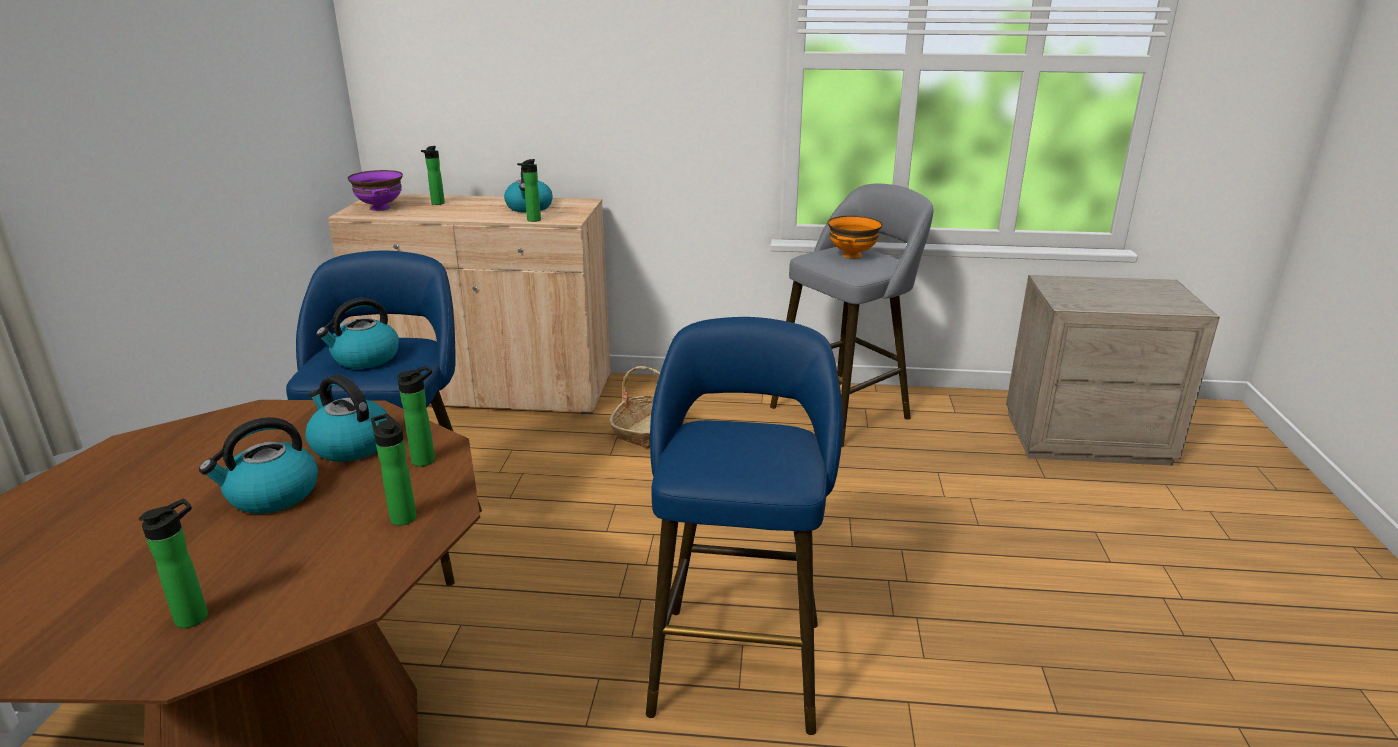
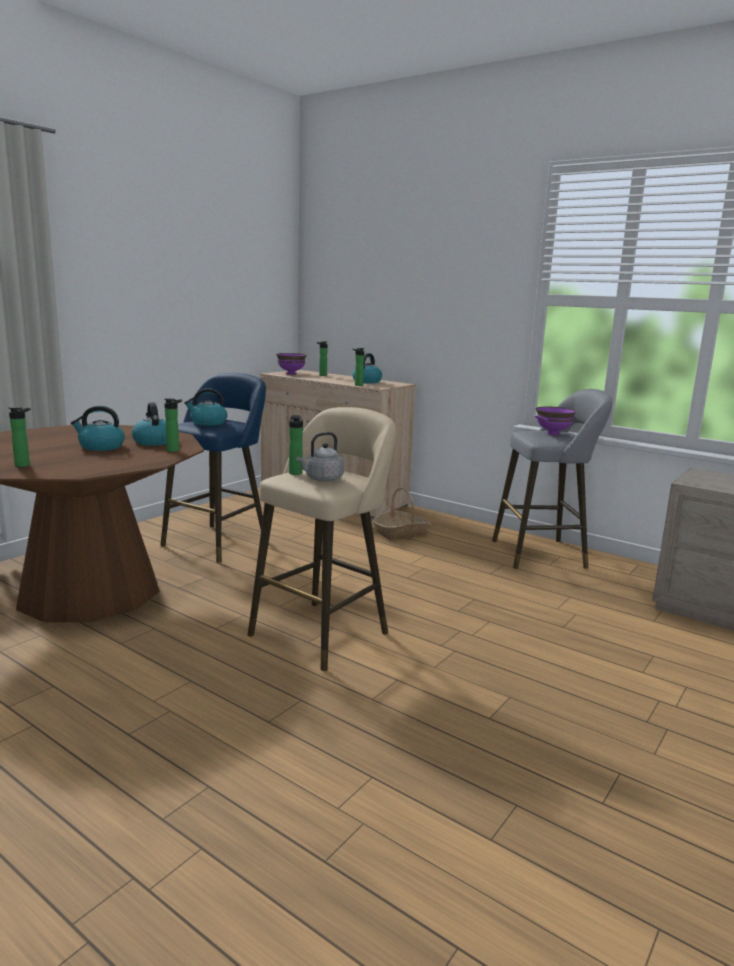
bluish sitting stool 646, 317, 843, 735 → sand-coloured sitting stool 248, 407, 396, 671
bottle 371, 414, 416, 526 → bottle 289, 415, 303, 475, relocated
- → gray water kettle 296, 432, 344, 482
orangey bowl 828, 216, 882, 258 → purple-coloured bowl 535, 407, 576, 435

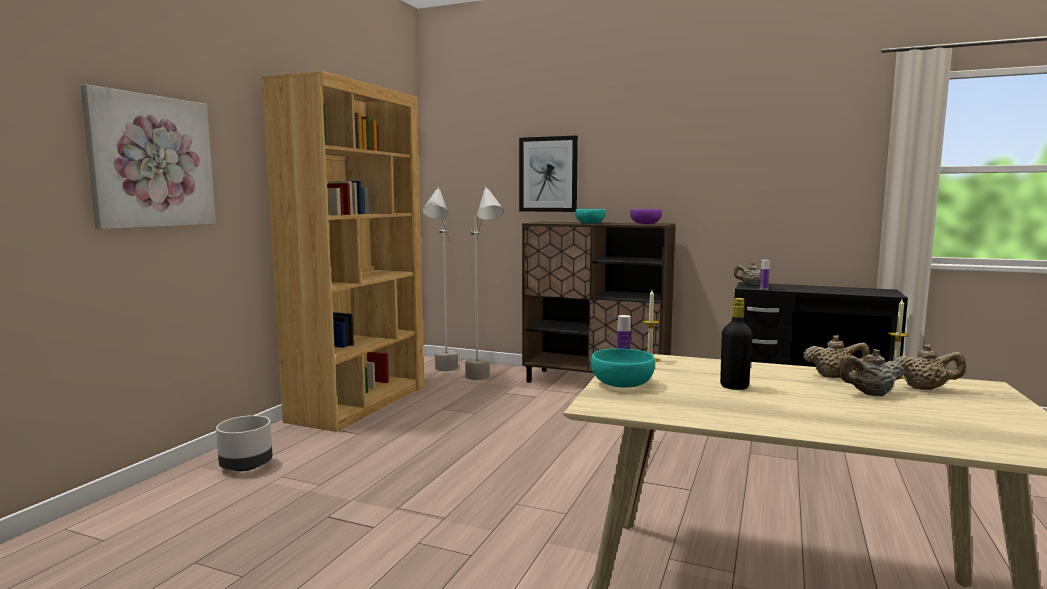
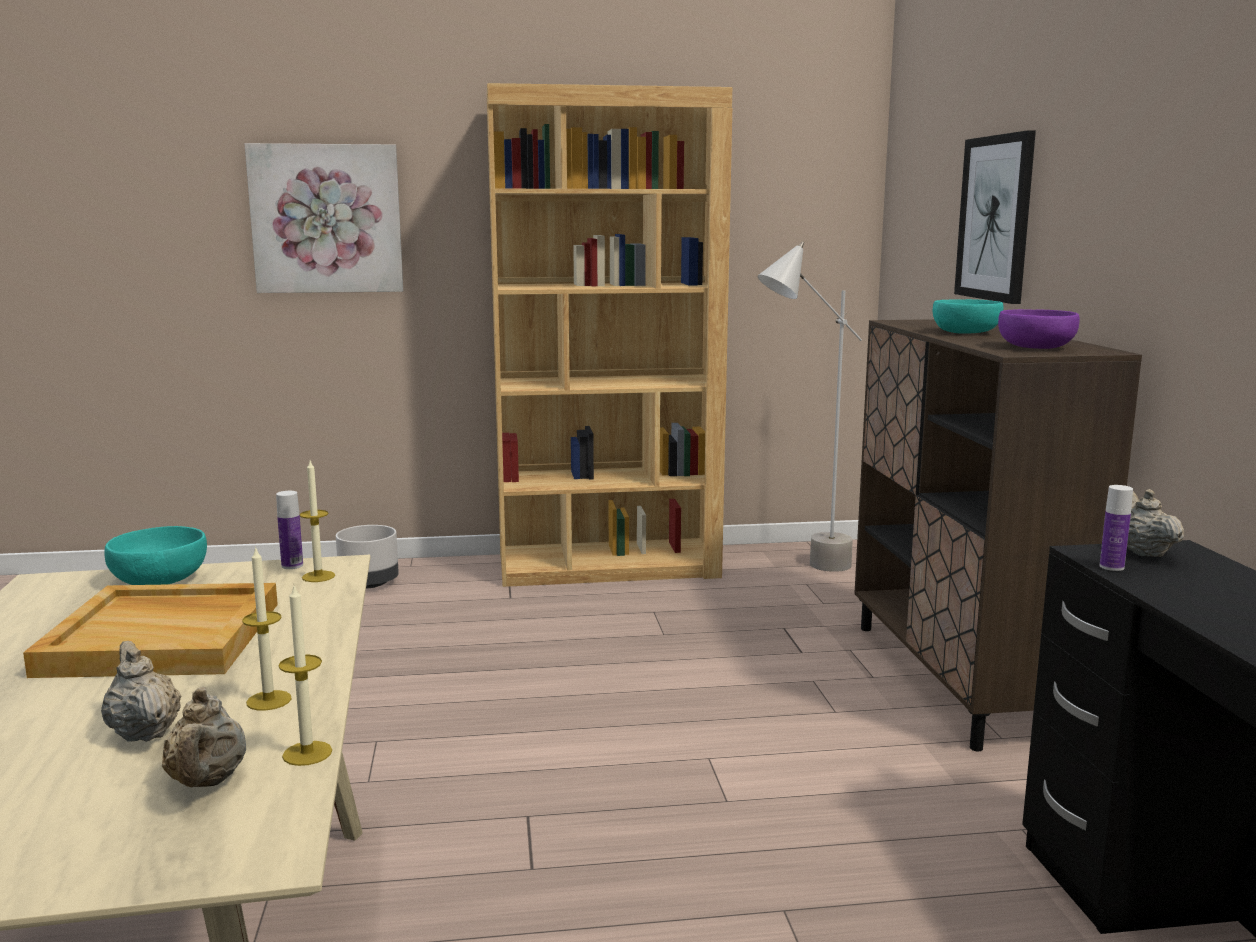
black-coloured bottle 720, 298, 753, 390 → sand-coloured carrying tray 23, 583, 278, 678
sand-coloured tea pot 803, 335, 871, 378 → candle 242, 546, 292, 711
gray standing lamp 465, 186, 504, 380 → -

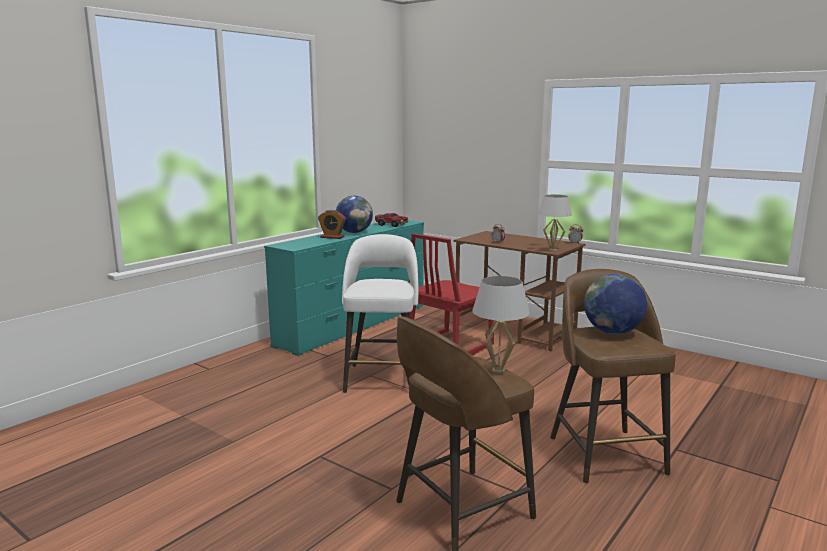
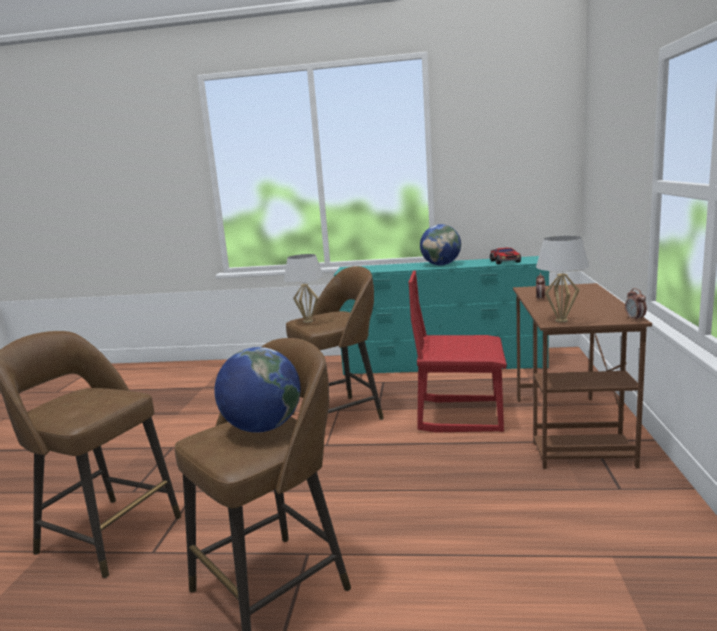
white table lamp 472, 276, 530, 373 → white table lamp 284, 254, 324, 323, relocated
white sitting stool 342, 234, 419, 393 → brownish sitting stool 286, 266, 384, 420
bedside clock 318, 210, 346, 239 → -

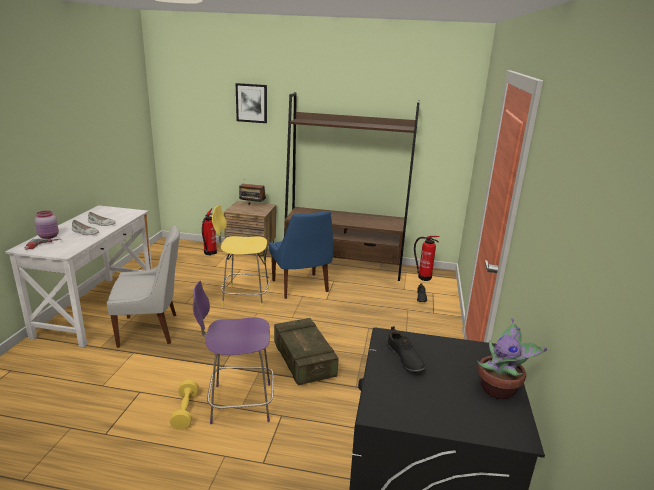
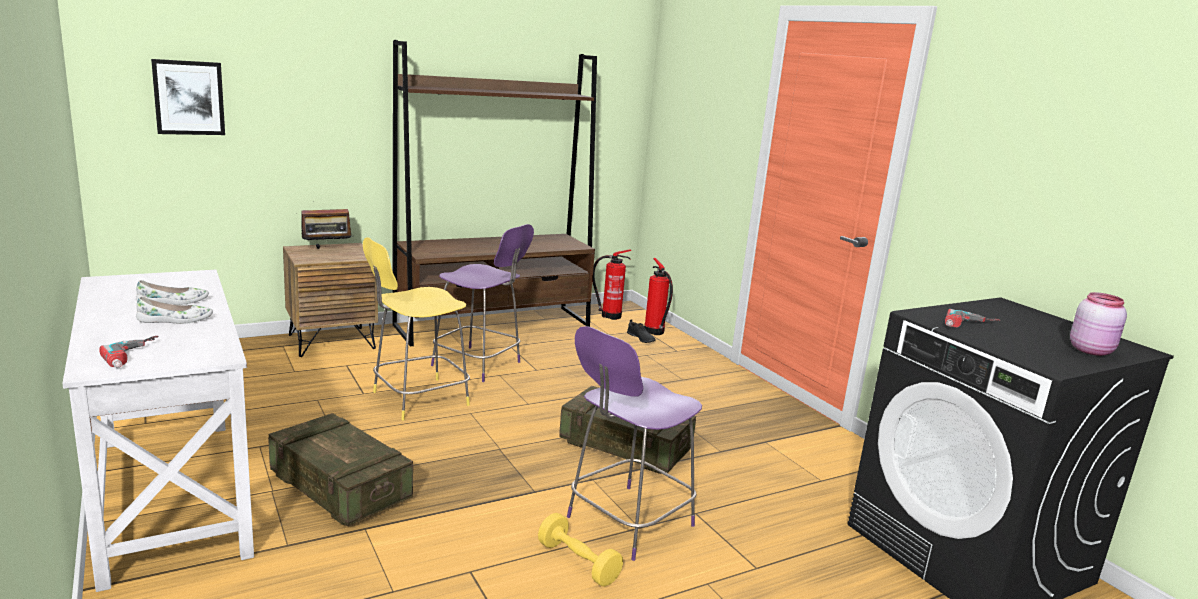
wall picture 236, 83, 267, 123 → wall picture 151, 59, 225, 135, relocated
white plain chair 107, 225, 180, 348 → crate 268, 413, 413, 526
bluish plain chair 269, 211, 333, 299 → purple-coloured sitting stool 431, 224, 534, 382
fire-fighting cylinder 202, 208, 217, 255 → fire-fighting cylinder 644, 258, 673, 335, relocated
black-coloured shoe 387, 326, 426, 373 → electric drill 945, 309, 1001, 327
pink-coloured storage jar 35, 210, 59, 239 → pink-coloured storage jar 1070, 292, 1127, 356, relocated
potted plant 477, 318, 547, 400 → -

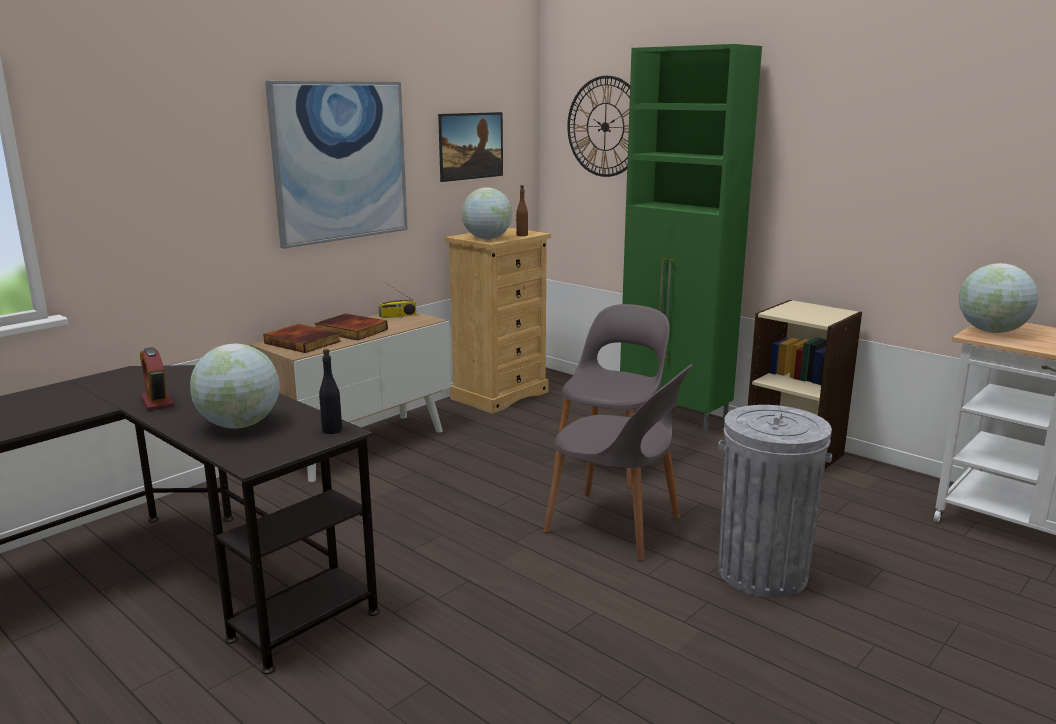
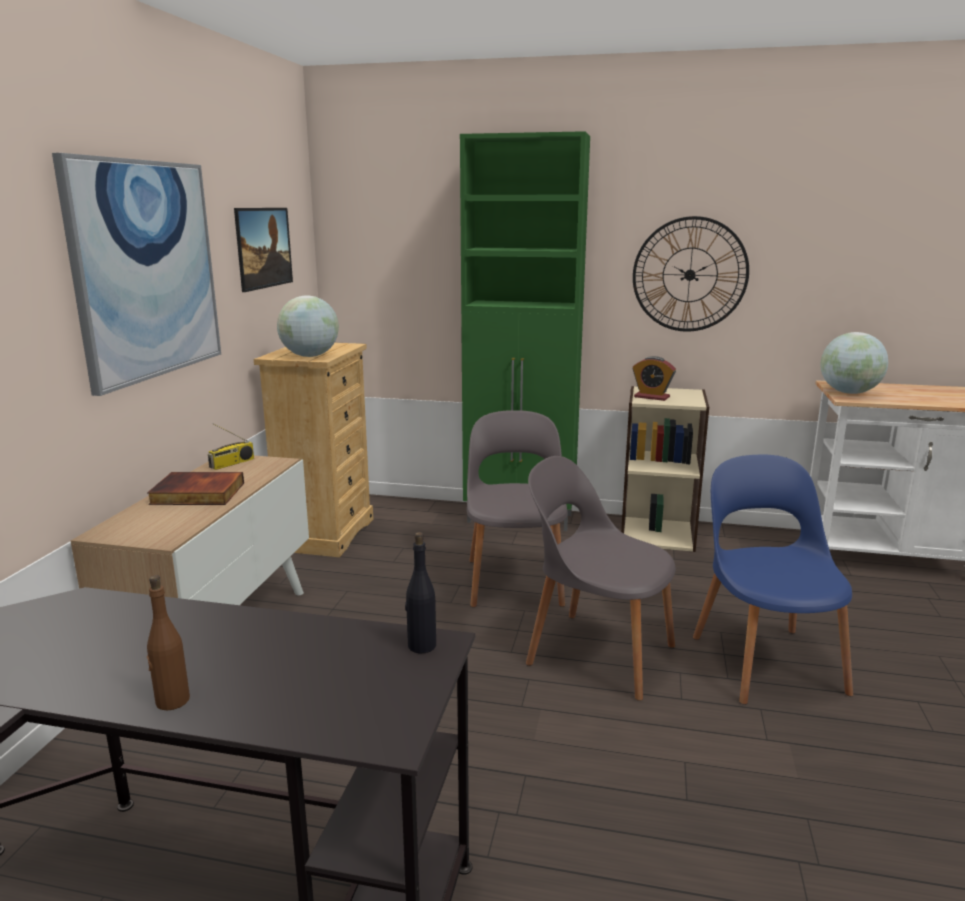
brownish bottle 516, 185, 528, 236 → brownish bottle 147, 575, 190, 711, relocated
gray plain chair 543, 364, 693, 561 → gray plain chair 526, 456, 676, 701, 150 degrees counterclockwise
bedside clock 140, 347, 174, 411 → bedside clock 632, 356, 676, 401, relocated
clock on the wall 567, 76, 630, 177 → clock on the wall 633, 216, 749, 332, relocated
gray waste bin 718, 405, 832, 598 → bluish plain chair 693, 455, 853, 705
world globe 190, 344, 280, 429 → -
bound book 263, 324, 341, 353 → -

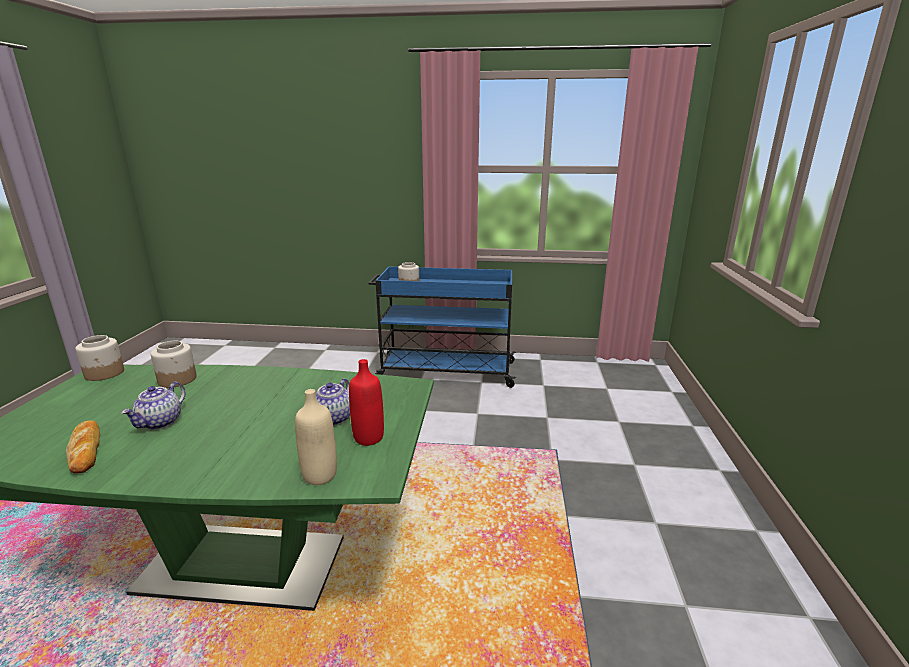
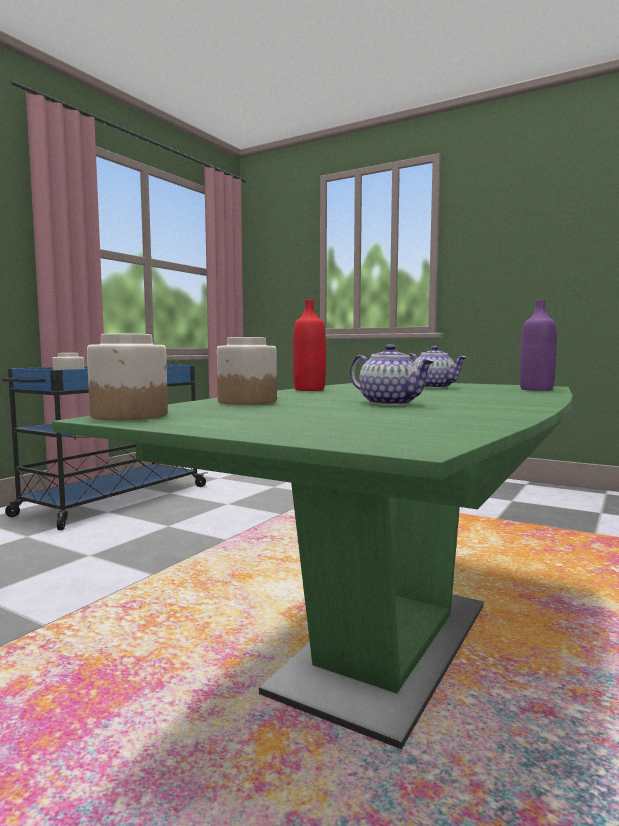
red bottle 349, 359, 384, 446 → red bottle 293, 299, 326, 391, relocated
sand-coloured bottle 295, 389, 337, 485 → purple-coloured bottle 520, 300, 557, 391
bakery bread 66, 420, 100, 474 → -

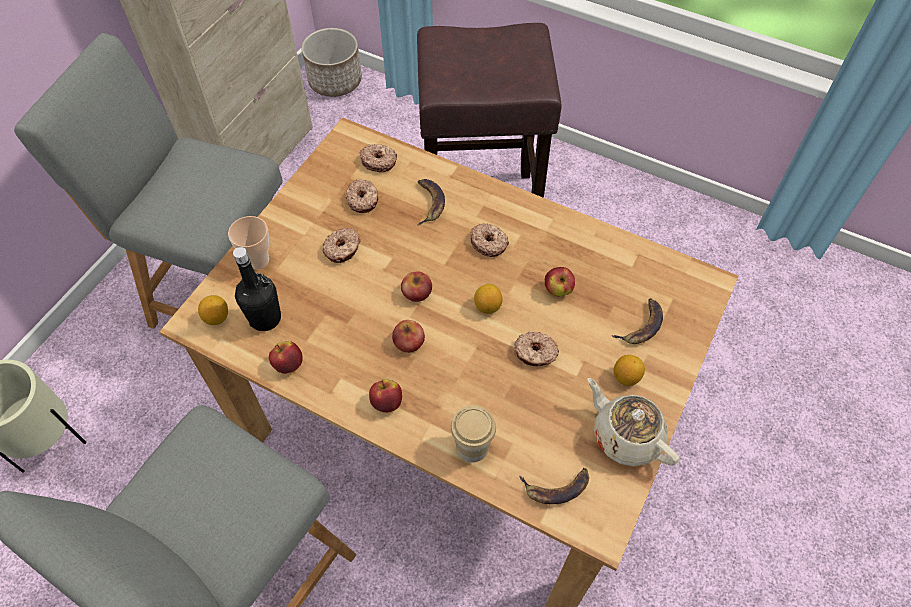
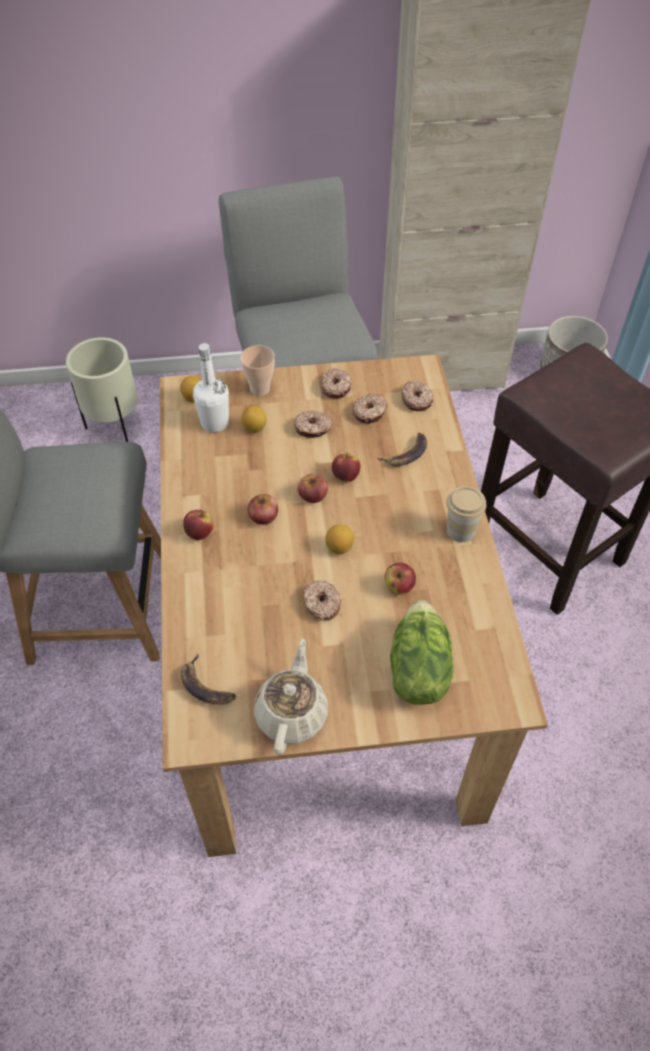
black-coloured bottle 233, 247, 281, 331 → white bottle 193, 343, 229, 432
citrus fruit 614, 355, 645, 386 → citrus fruit 241, 406, 266, 432, relocated
doughnut 470, 223, 509, 257 → doughnut 321, 368, 351, 399, relocated
whole apple 269, 341, 303, 374 → whole apple 332, 452, 361, 482, relocated
banana 612, 298, 663, 344 → head of lettuce 390, 600, 453, 705
small cup 451, 405, 496, 462 → small cup 446, 486, 486, 542, relocated

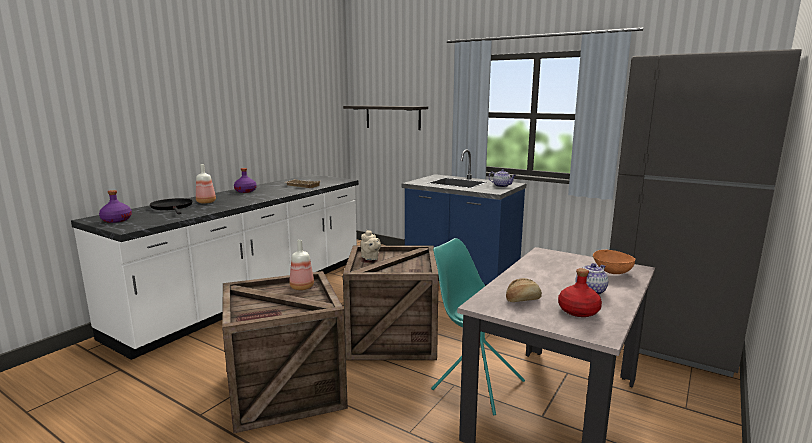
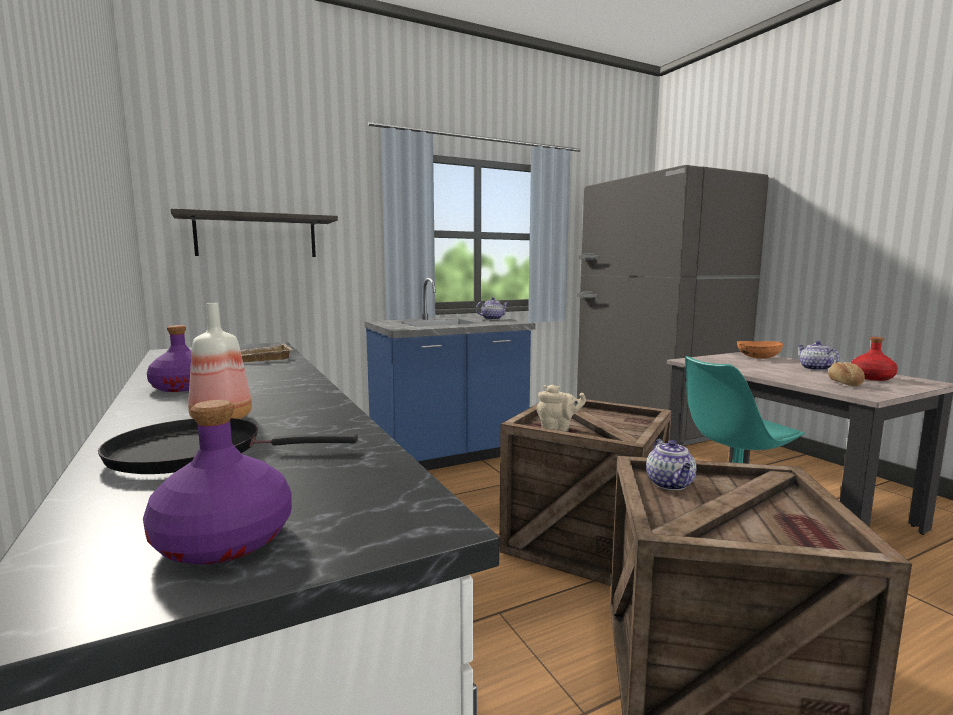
bottle 289, 240, 314, 290 → tea pot 646, 439, 696, 490

